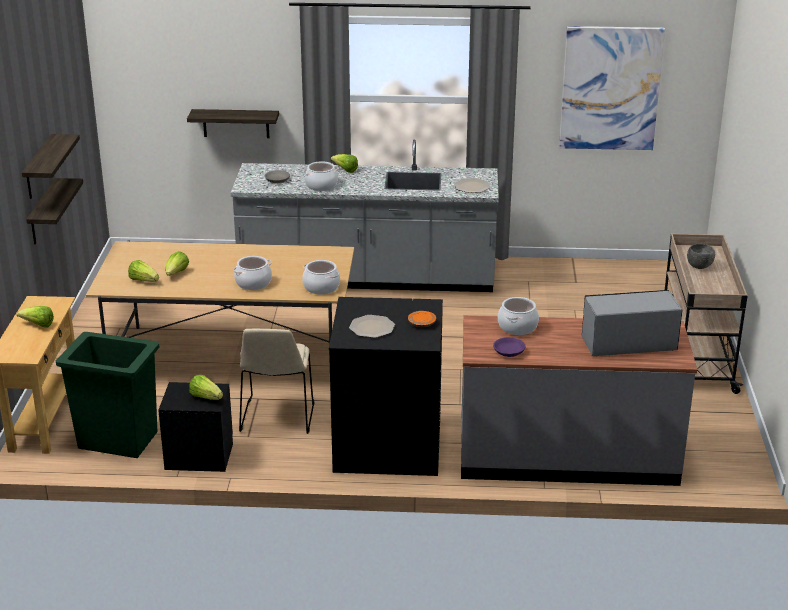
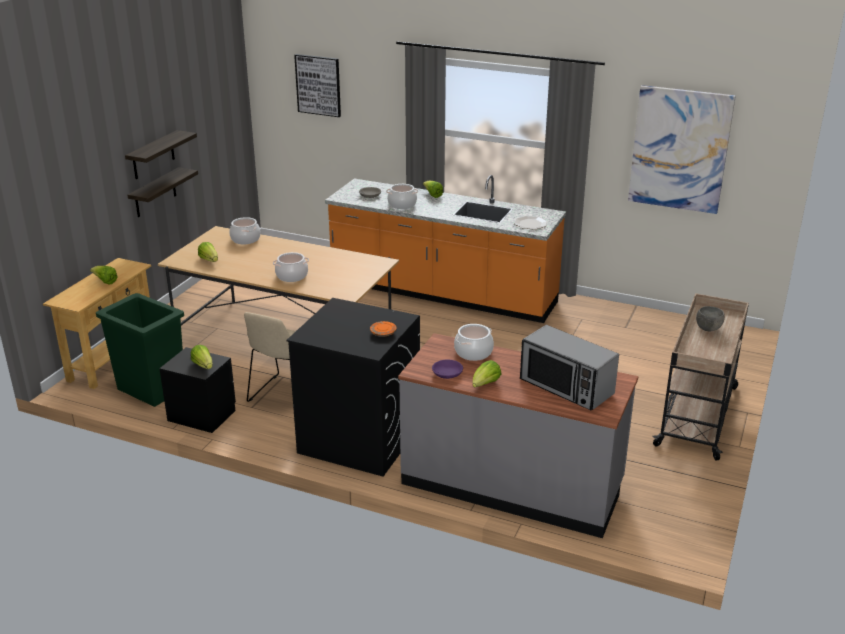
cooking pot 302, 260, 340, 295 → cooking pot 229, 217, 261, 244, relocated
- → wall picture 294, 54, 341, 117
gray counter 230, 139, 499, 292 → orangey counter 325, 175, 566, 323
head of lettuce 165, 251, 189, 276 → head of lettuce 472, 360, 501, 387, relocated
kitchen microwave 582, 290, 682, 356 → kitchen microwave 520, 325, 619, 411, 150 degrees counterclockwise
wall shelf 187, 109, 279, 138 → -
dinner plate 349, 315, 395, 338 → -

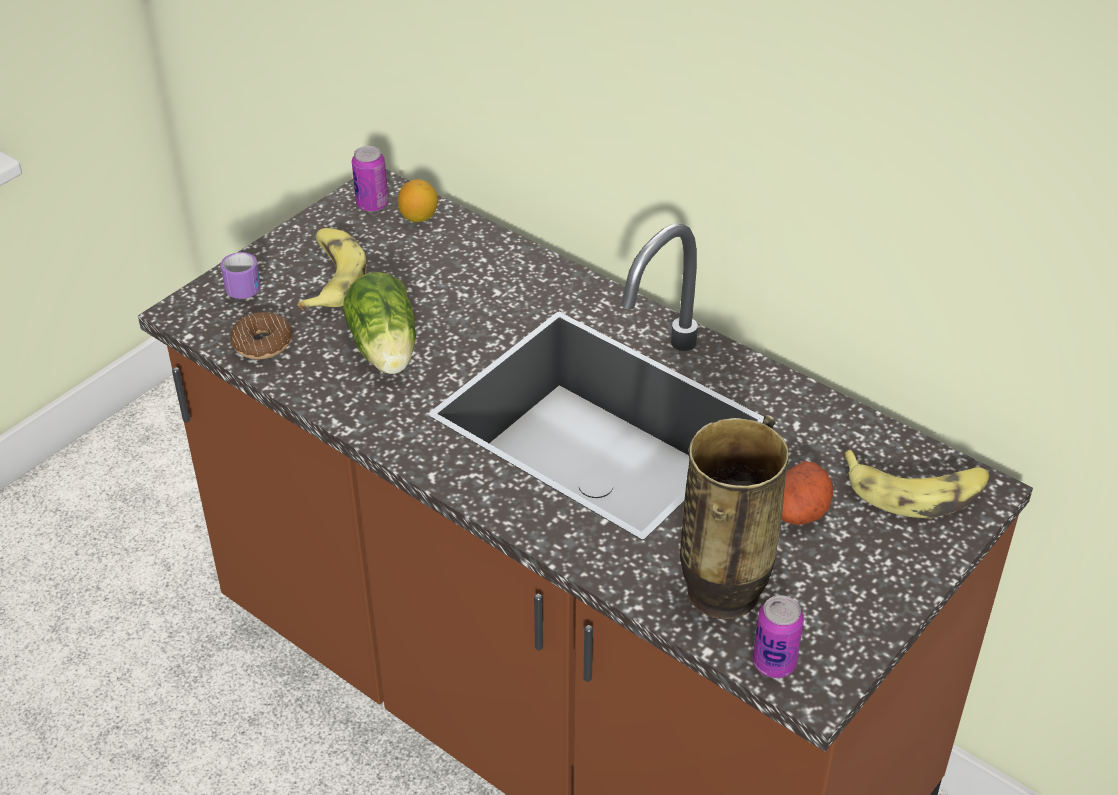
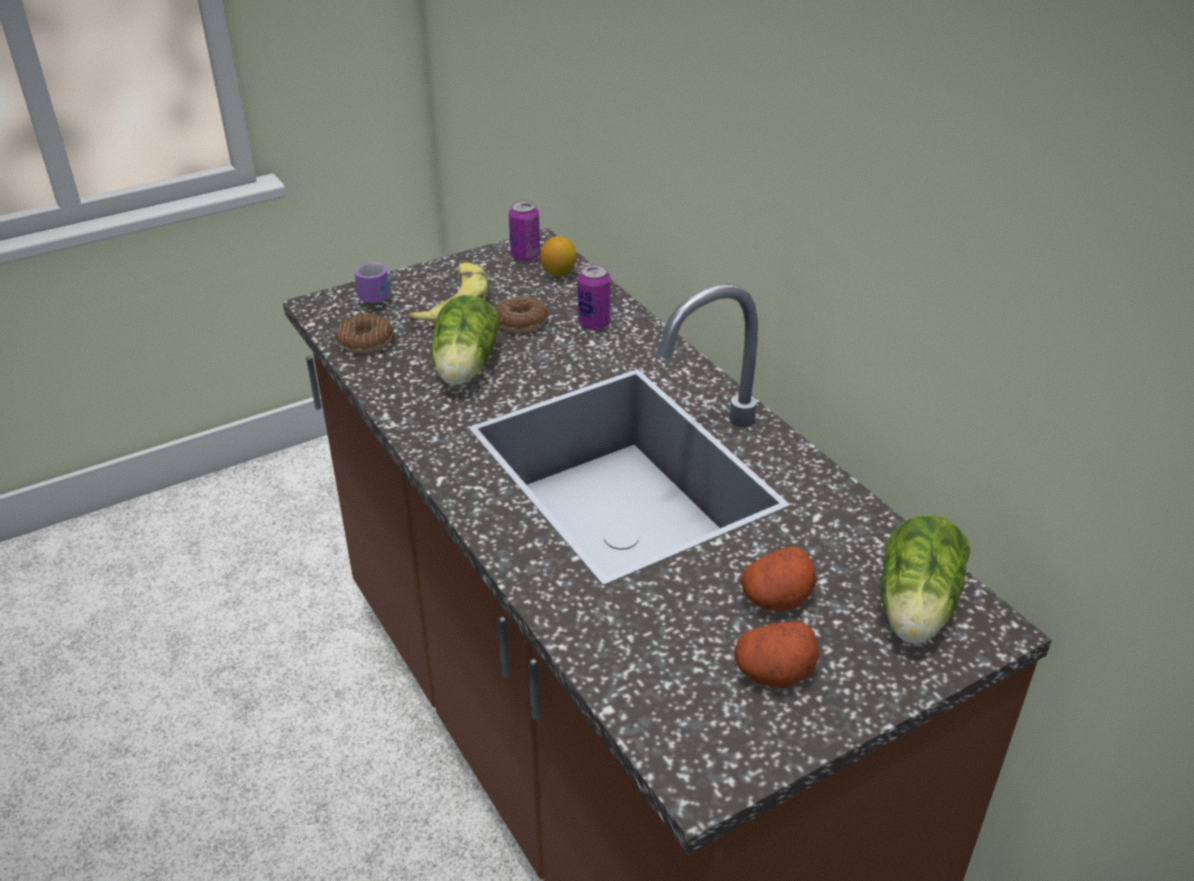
- → doughnut 495, 296, 549, 333
metal can 753, 595, 804, 678 → metal can 578, 264, 611, 331, relocated
- → potato 734, 622, 820, 688
banana 843, 450, 989, 518 → head of lettuce 881, 515, 970, 644
flower vase 680, 415, 789, 619 → -

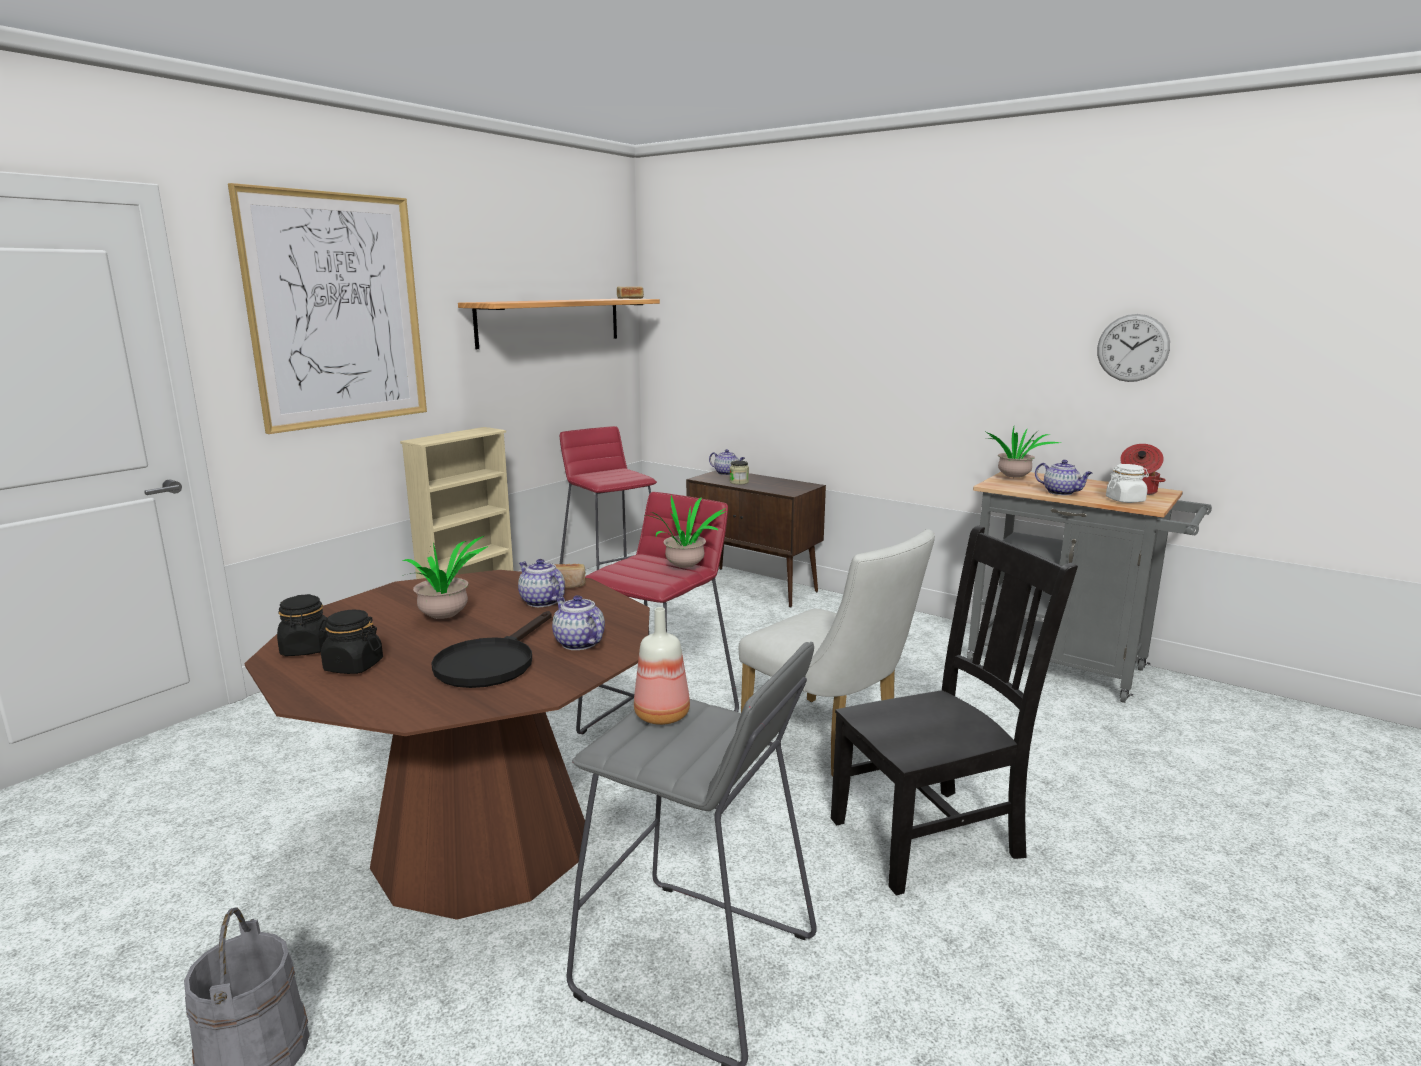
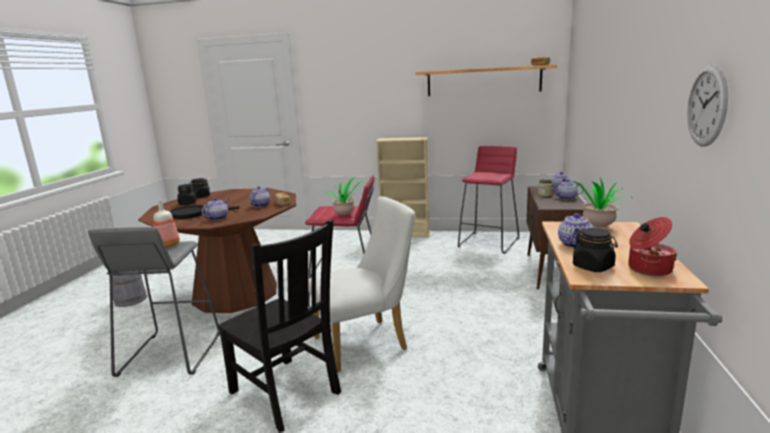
white plain chair 739, 529, 935, 776 → white plain chair 308, 196, 415, 372, 135 degrees counterclockwise
- → tea pot 551, 179, 584, 200
white storage jar 1106, 464, 1149, 503 → black-coloured storage jar 573, 228, 618, 272
wall picture 228, 183, 427, 434 → -
potted plant 402, 536, 488, 619 → -

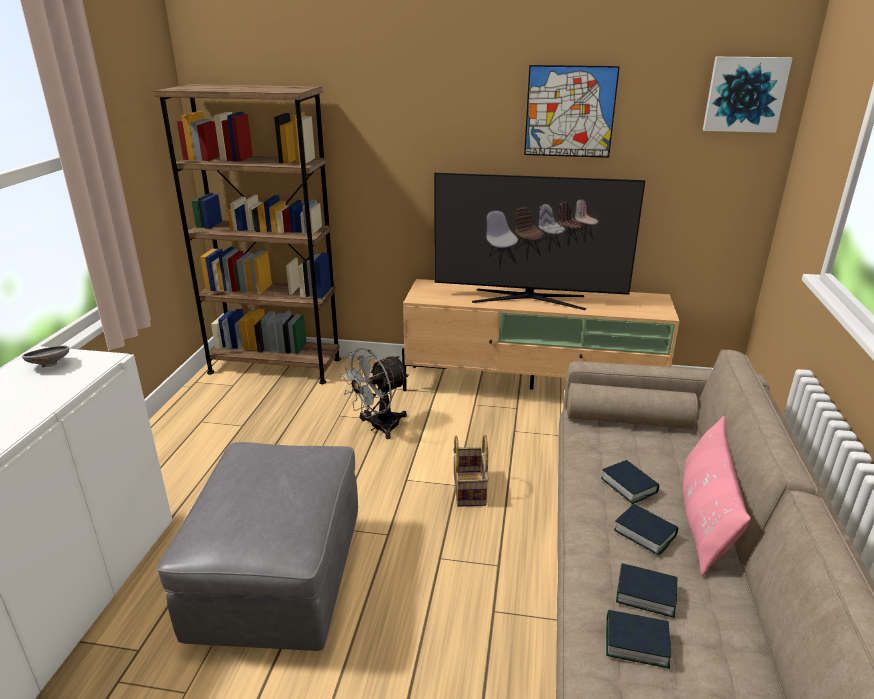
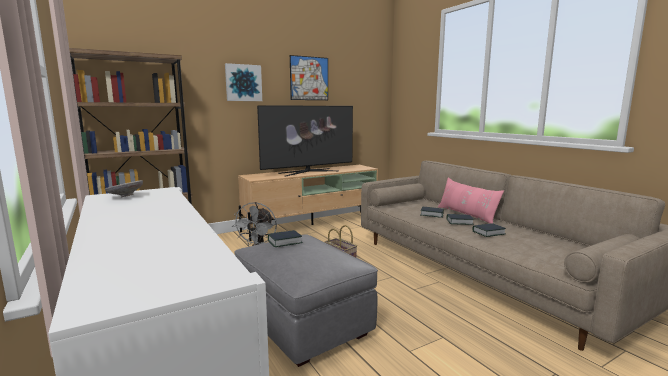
wall picture 703, 57, 793, 133 → wall picture 225, 63, 262, 101, relocated
bound book 606, 610, 671, 669 → bound book 268, 230, 303, 247, relocated

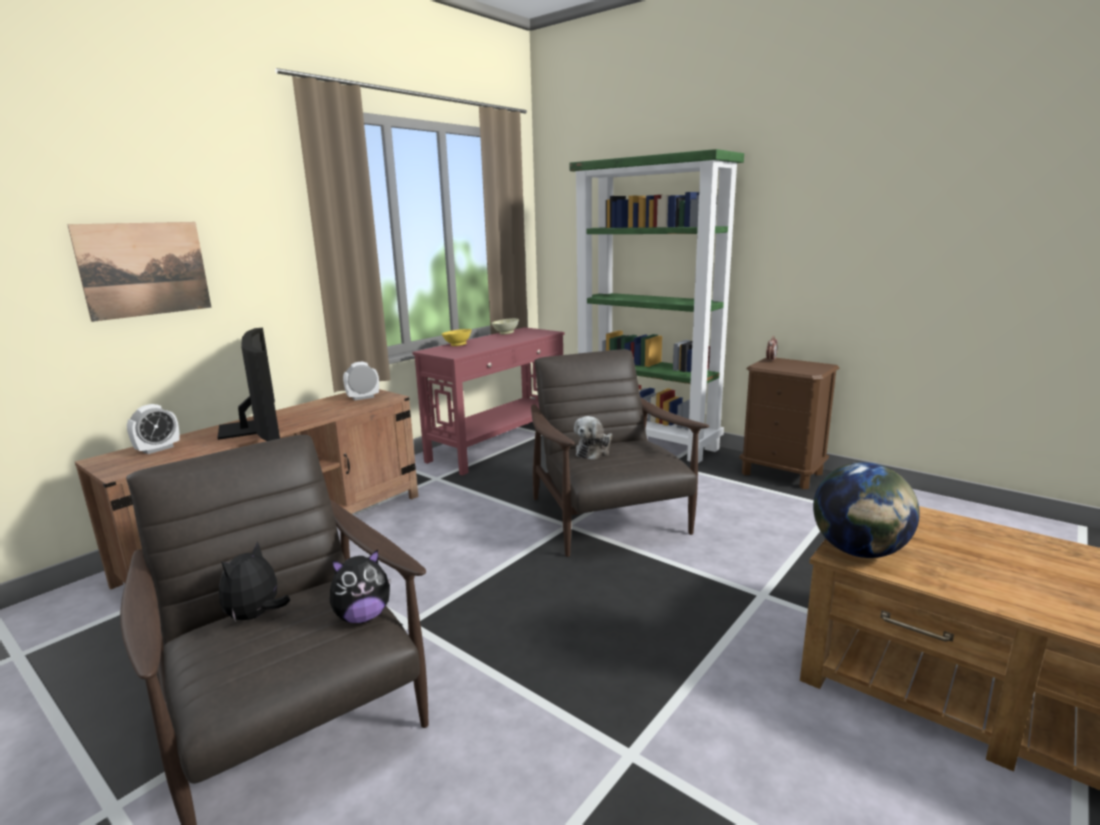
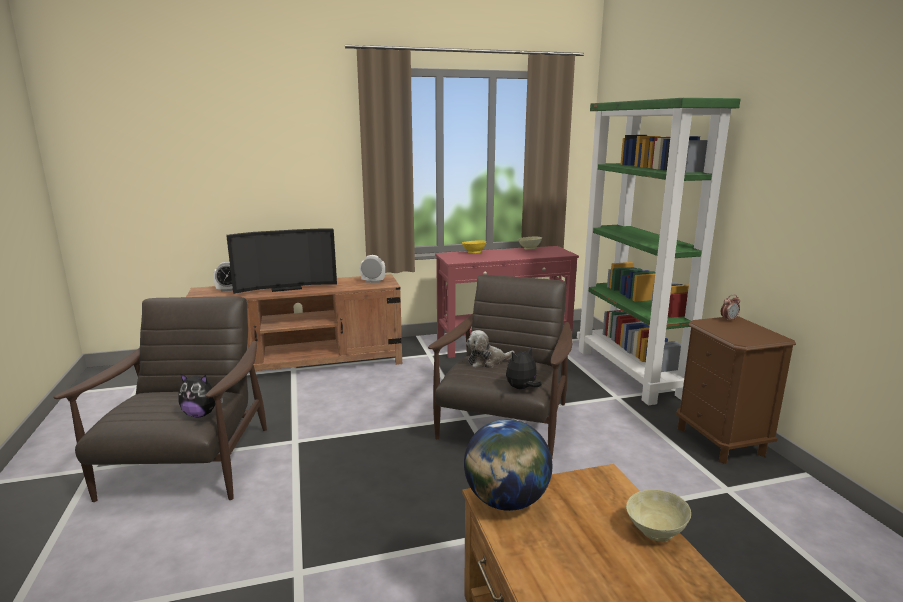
television 217, 328, 280, 441 → television 227, 229, 337, 294, 60 degrees clockwise
soft toy 219, 542, 290, 622 → soft toy 506, 347, 542, 389, relocated
- → sand-coloured bowl 626, 489, 691, 542
wall picture 67, 222, 212, 322 → -

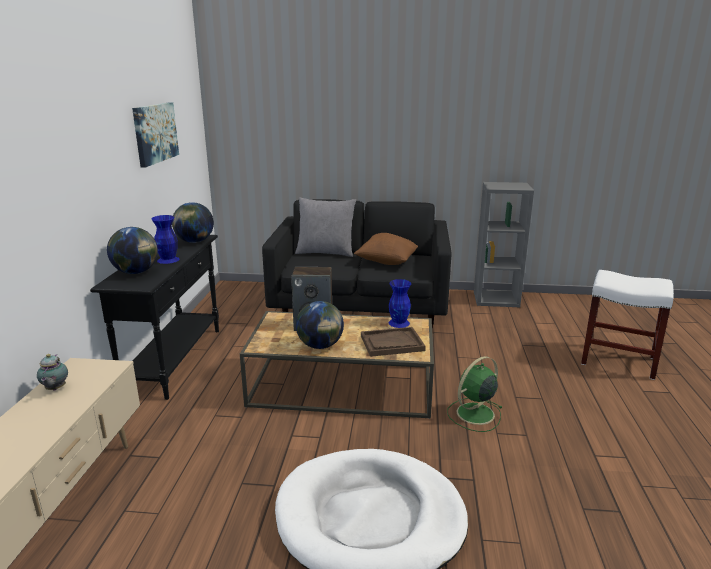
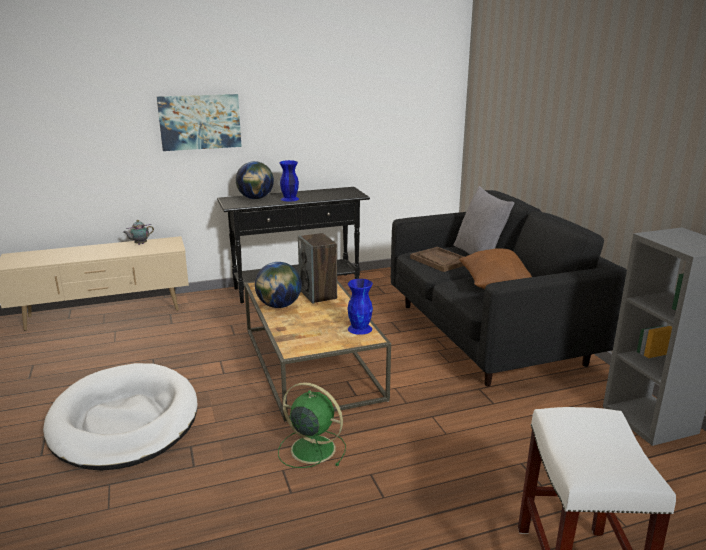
wall picture 132, 102, 179, 168 → wall picture 157, 94, 242, 151, relocated
brownish carrying tray 361, 327, 426, 357 → brownish carrying tray 410, 247, 464, 272, relocated
world globe 172, 202, 214, 243 → -

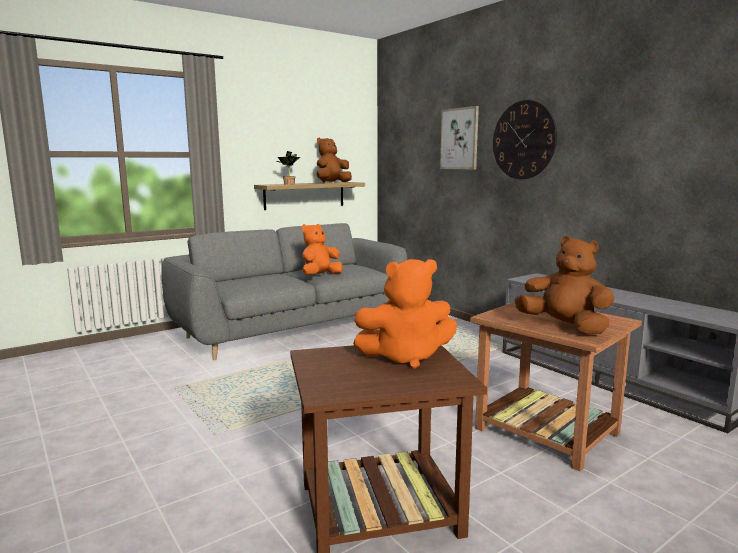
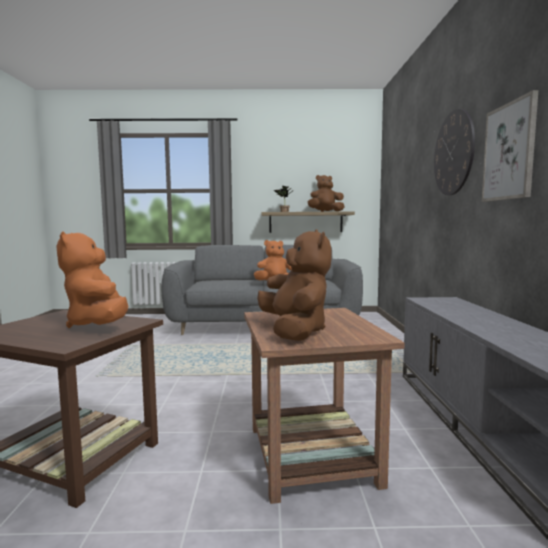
orangey soft toy 353, 259, 457, 369 → orangey soft toy 56, 231, 128, 328, 45 degrees clockwise
wall picture 440, 106, 479, 169 → wall picture 482, 90, 538, 202, relocated

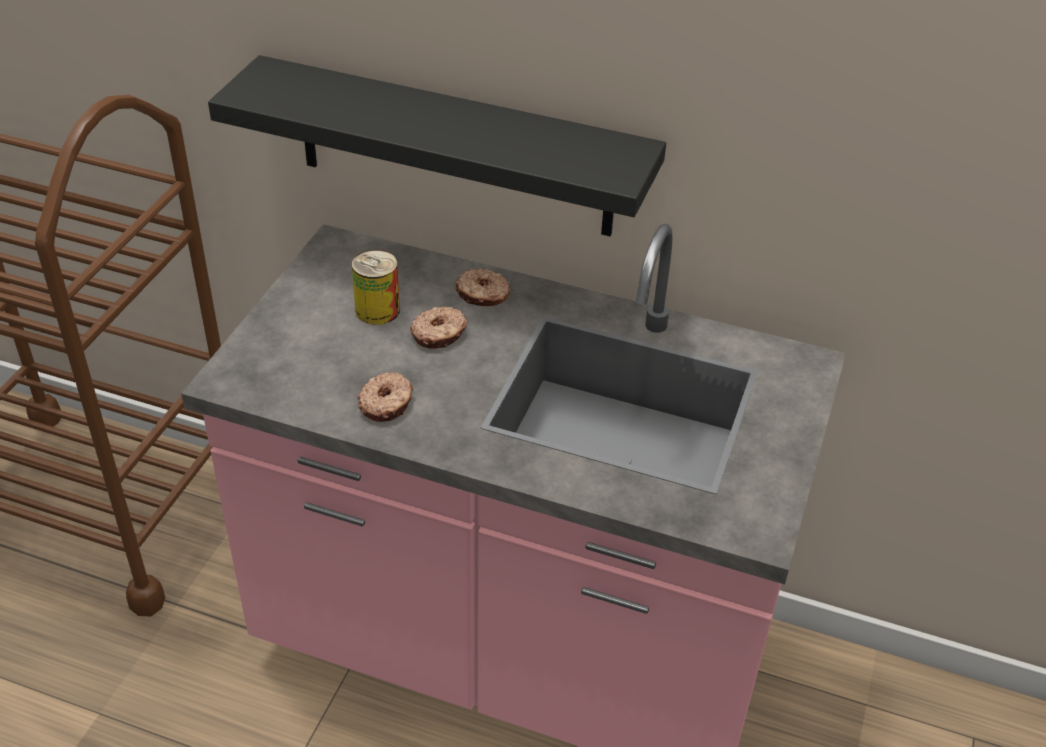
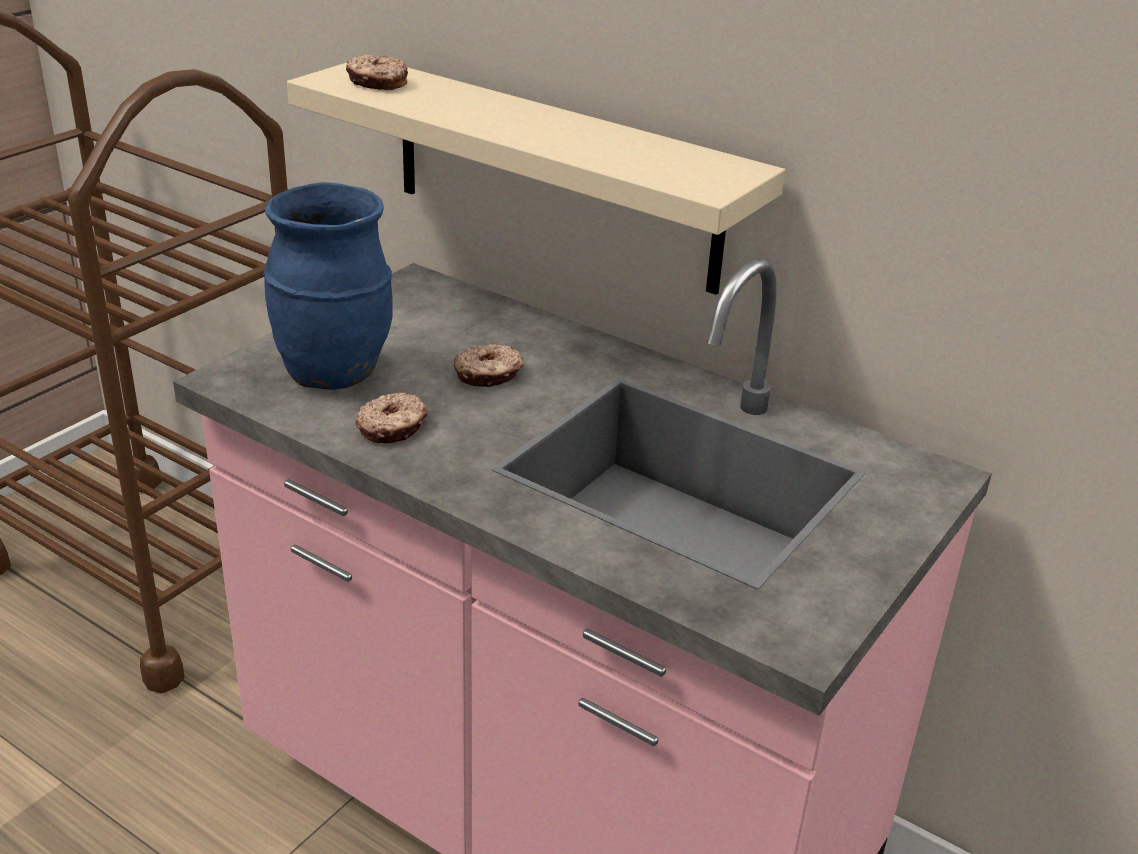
- → bluish flower vase 263, 182, 393, 390
black-coloured wall shelf 208, 55, 666, 237 → sand-coloured wall shelf 287, 63, 785, 295
doughnut 455, 268, 510, 306 → doughnut 346, 54, 408, 90, relocated
metal can 352, 249, 400, 325 → -

